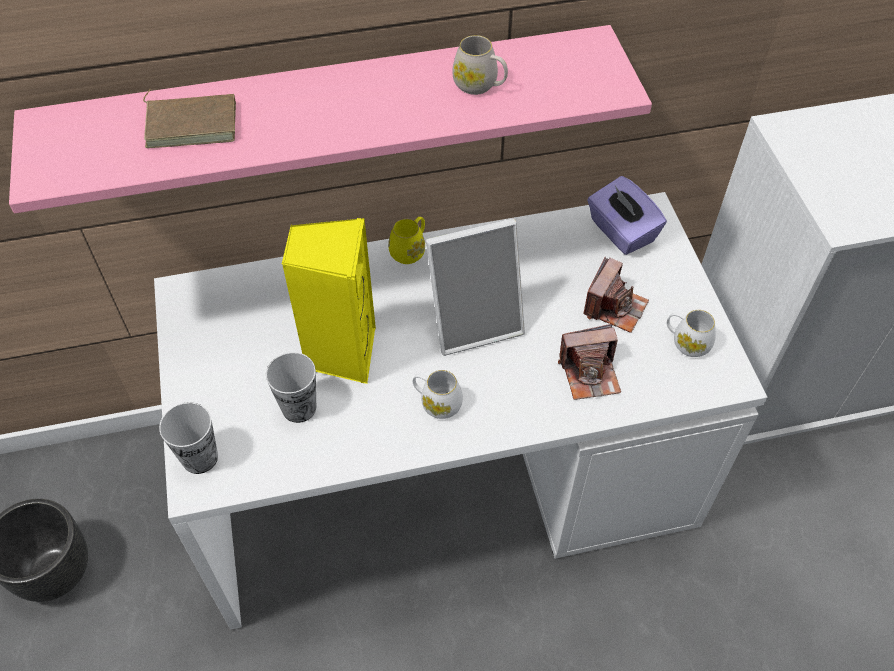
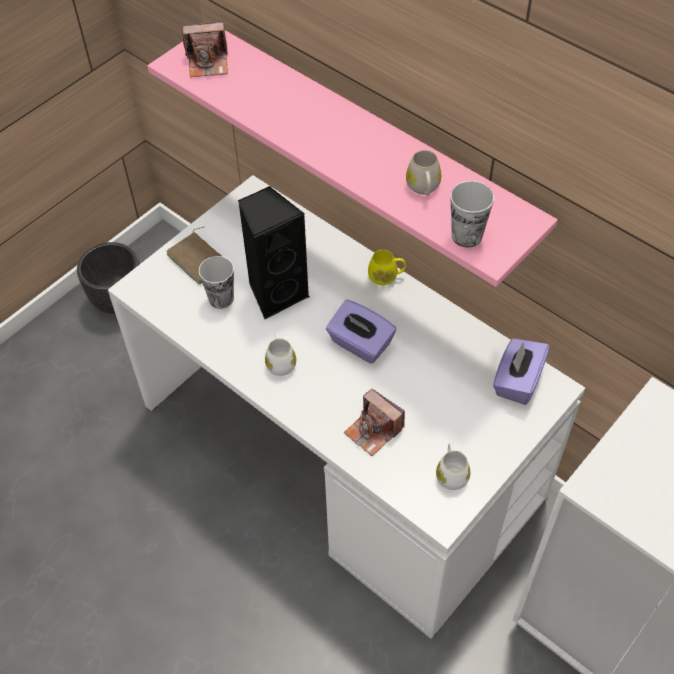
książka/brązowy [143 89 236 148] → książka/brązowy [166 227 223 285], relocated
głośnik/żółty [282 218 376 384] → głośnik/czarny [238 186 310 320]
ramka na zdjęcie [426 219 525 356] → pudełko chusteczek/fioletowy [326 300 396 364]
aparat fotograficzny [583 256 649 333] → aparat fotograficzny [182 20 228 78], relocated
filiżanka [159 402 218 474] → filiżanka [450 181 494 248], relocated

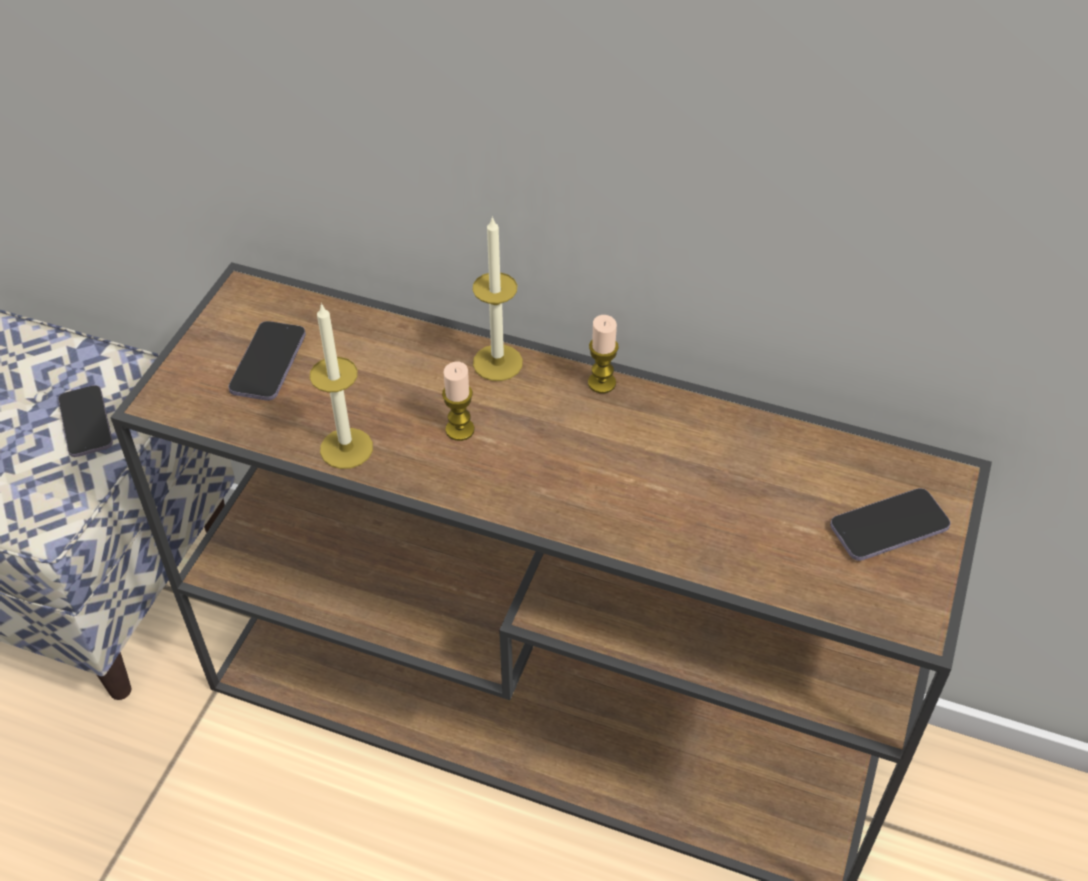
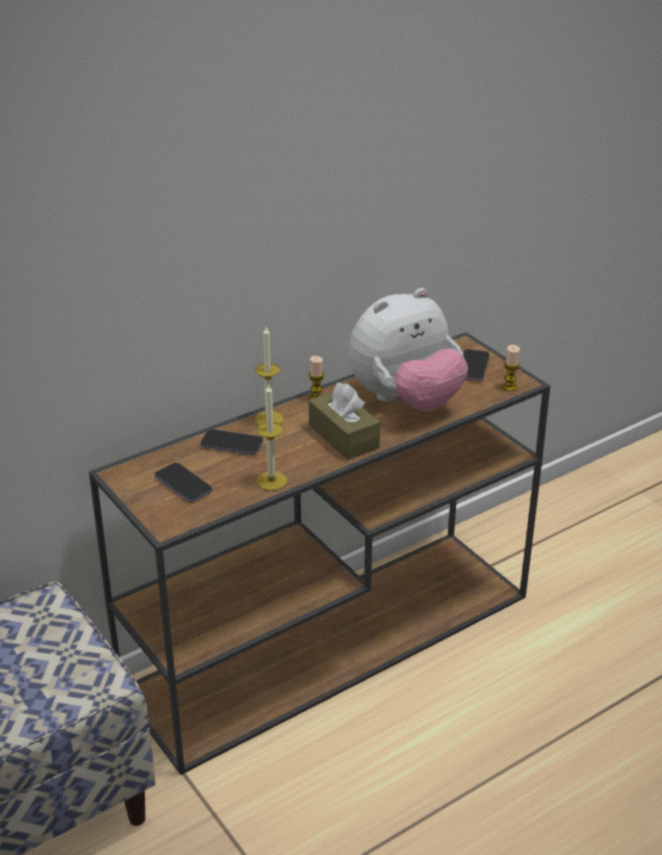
świeca [442 362 475 441] → świeca [502 345 520 391], relocated
telefon [58 385 113 457] → telefon [200 429 263 455], relocated
- → pluszak [349 288 468 411]
- → pudełko chusteczek/brązowy [309 382 380 460]

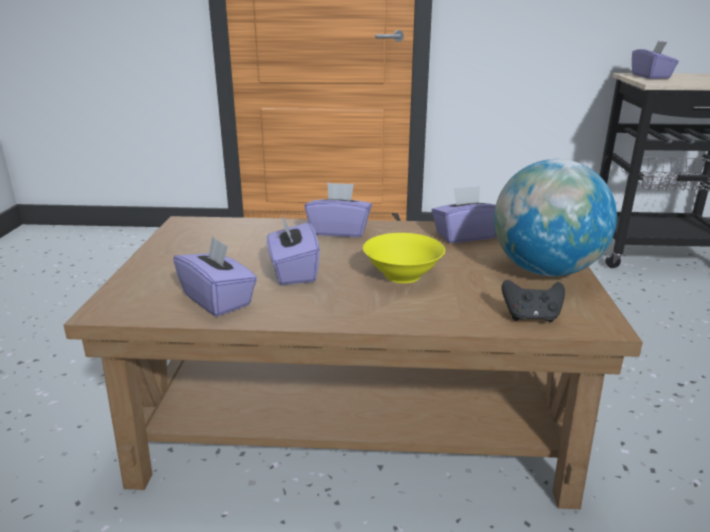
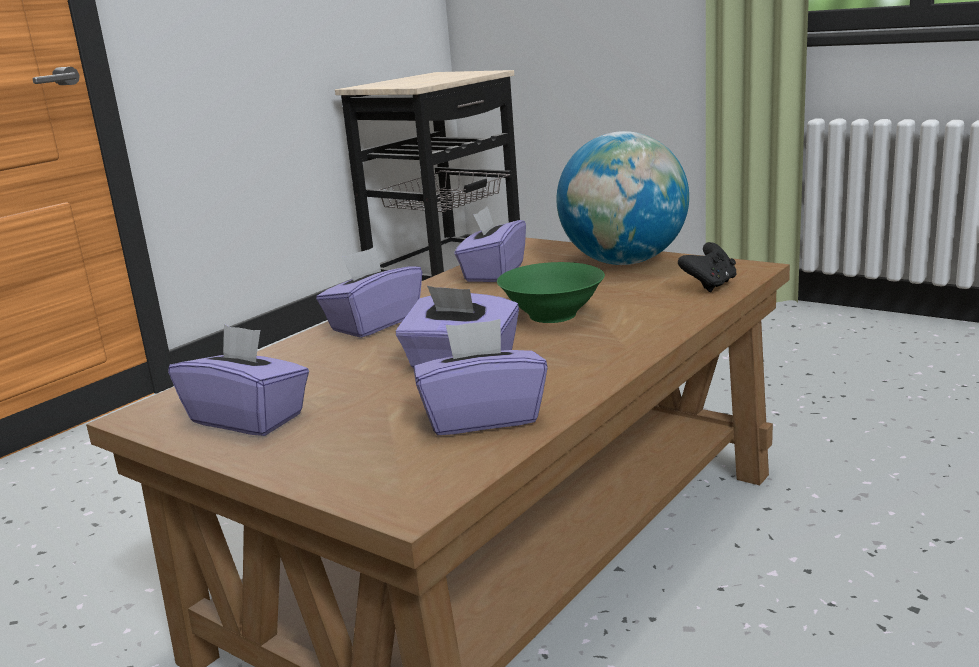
pudełko chusteczek/fioletowy [632 41 679 79] → pudełko chusteczek/fioletowy [168 324 309 436], relocated
miska/żółty [363 233 445 283] → miska/zielony [497 262 605 323]

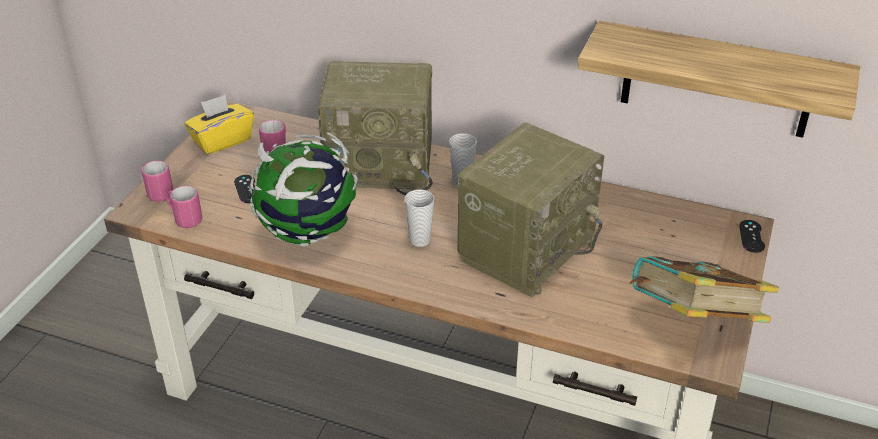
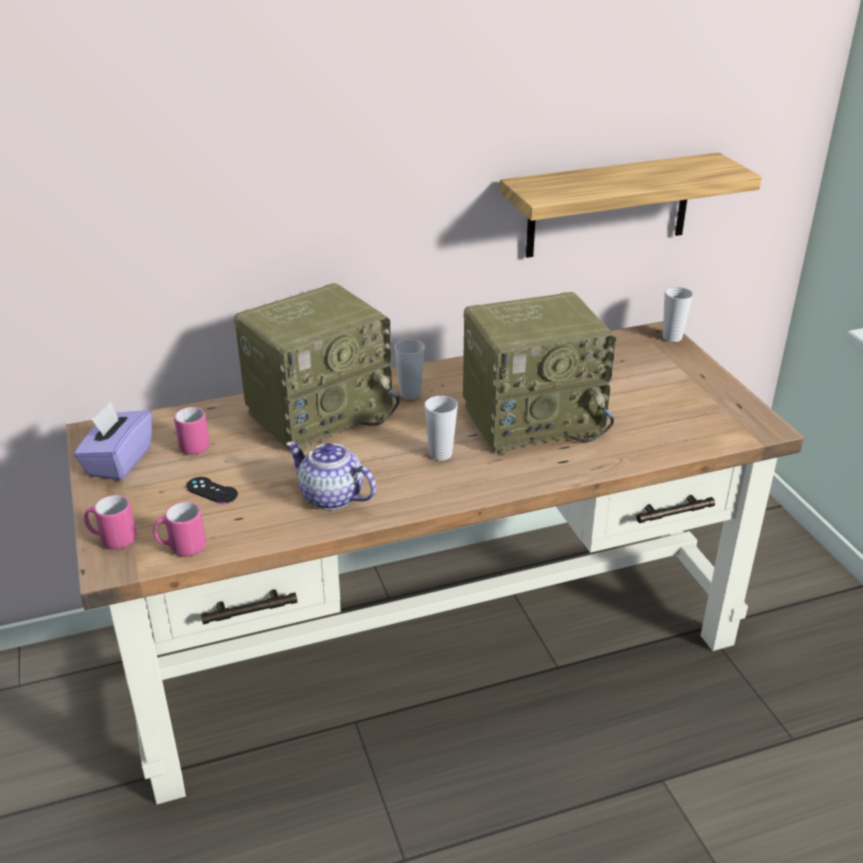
pudełko chusteczek/żółty [184 94 254 155] → pudełko chusteczek/fioletowy [74 401 152 481]
radio [458 123 604 297] → radio [463 292 616 454], 75 degrees clockwise
globus [249 132 357 246] → imbryk [286 441 376 510]
pad do gier/czarny [739 220 765 253] → filiżanka [663 287 693 342]
książka [630 256 779 323] → -

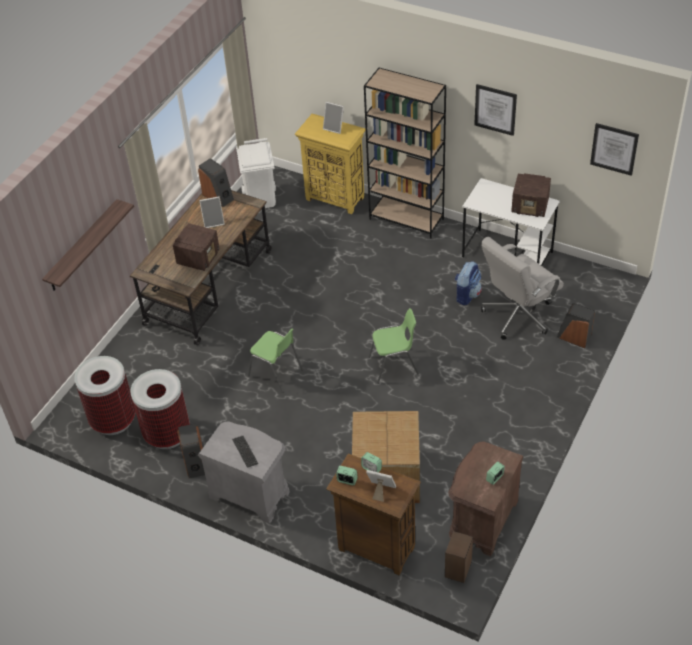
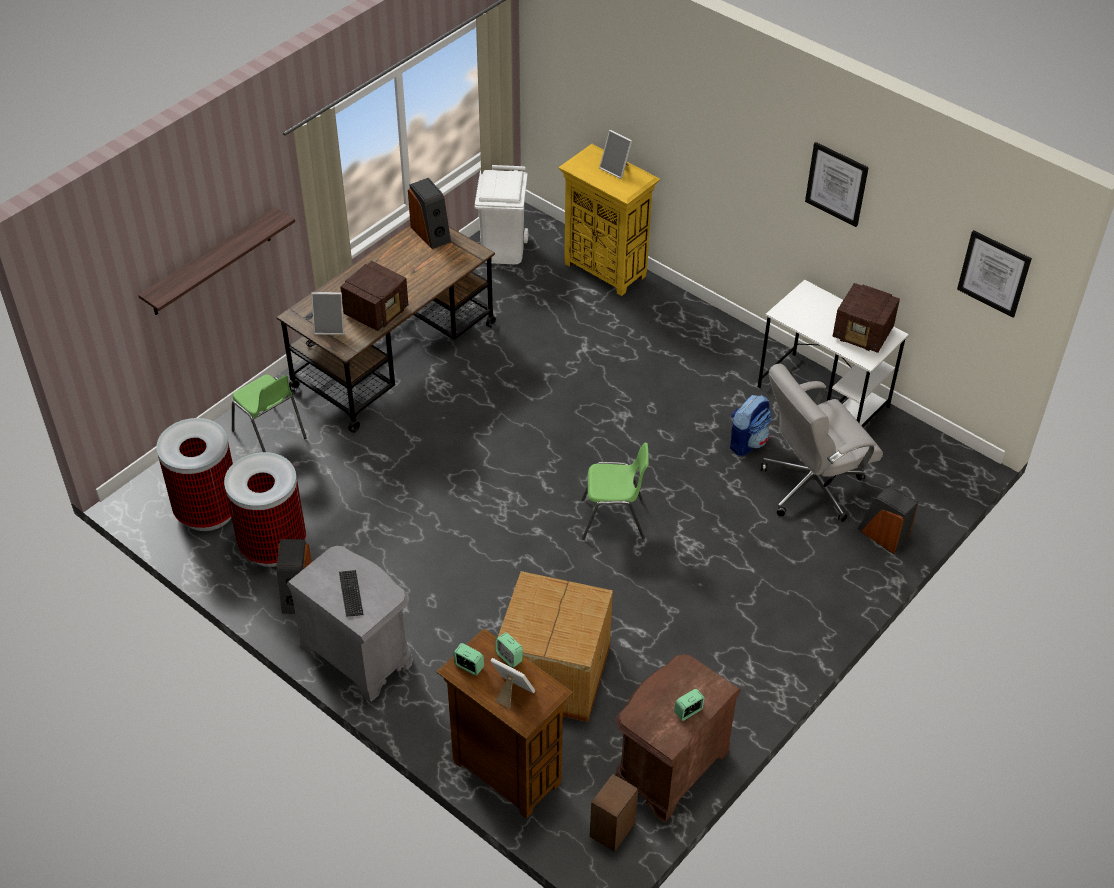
regał/beżowy [364 68 446 239] → -
ramka na zdjęcie [199 196 225 228] → ramka na zdjęcie [311 292 344 335], relocated
krzesło/zielony [248 329 303 393] → krzesło/zielony [232 375 307 452], relocated

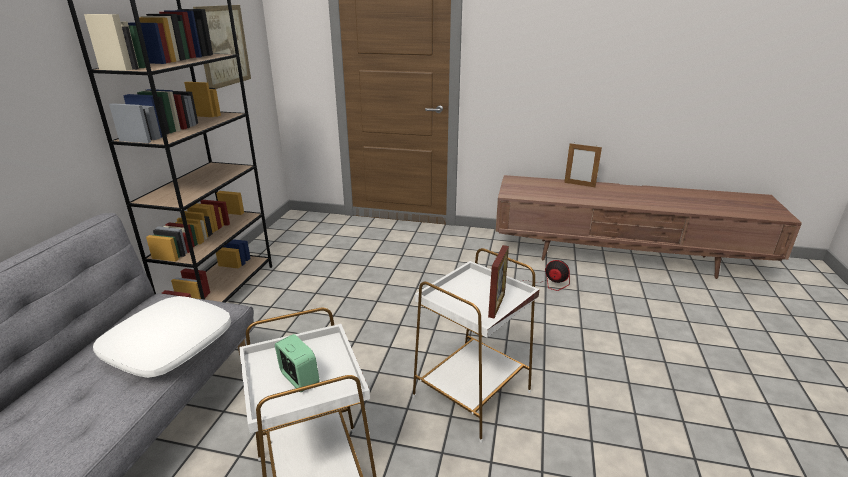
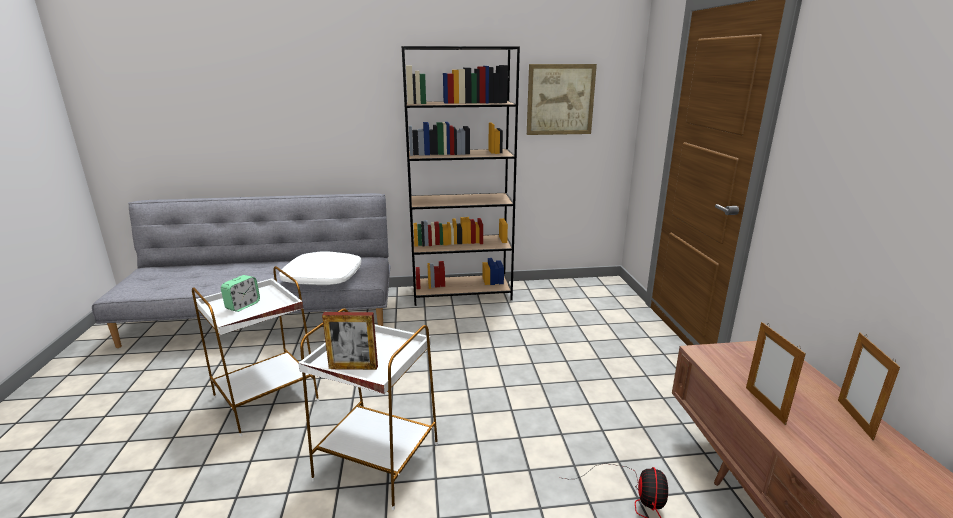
- → ramka na zdjęcie [746 322 806 425]

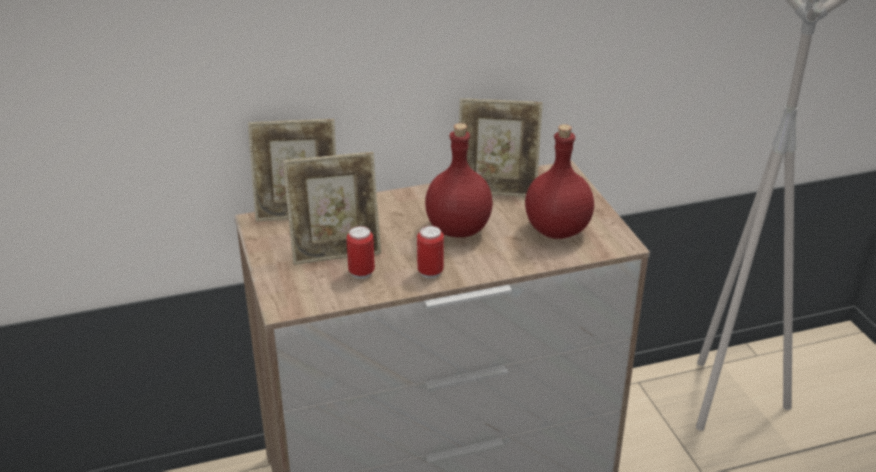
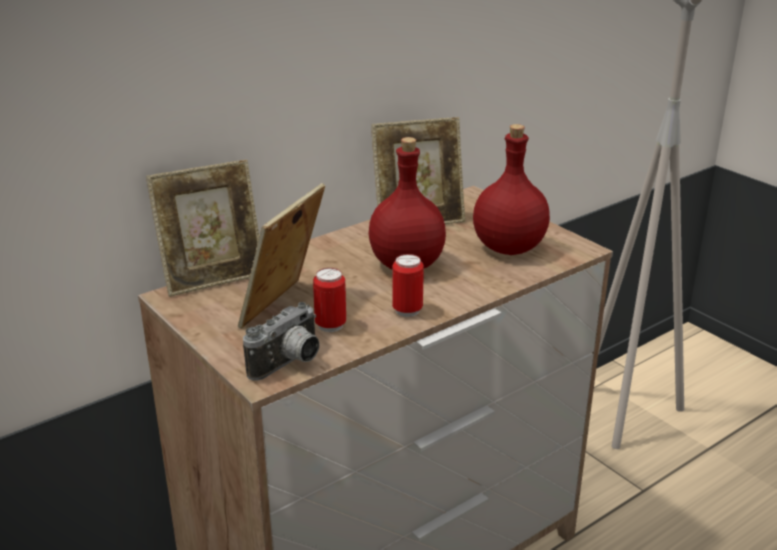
ramka na zdjęcie [283 152 381 265] → ramka na zdjęcie [238 183 325 329], 150 degrees clockwise
- → aparat fotograficzny [243 302 320 381]

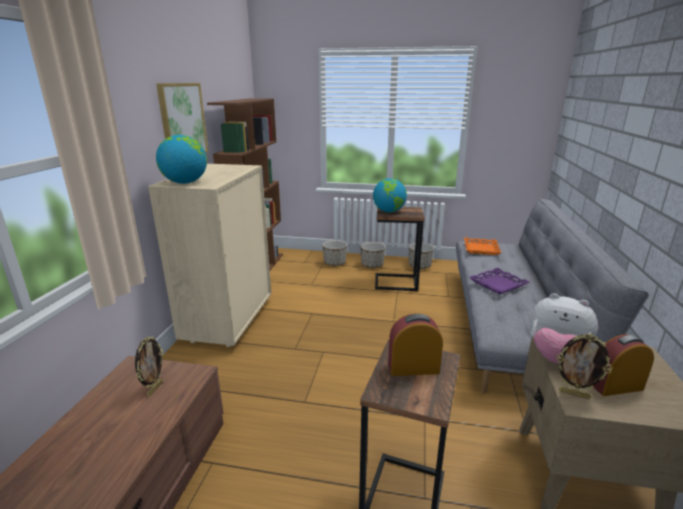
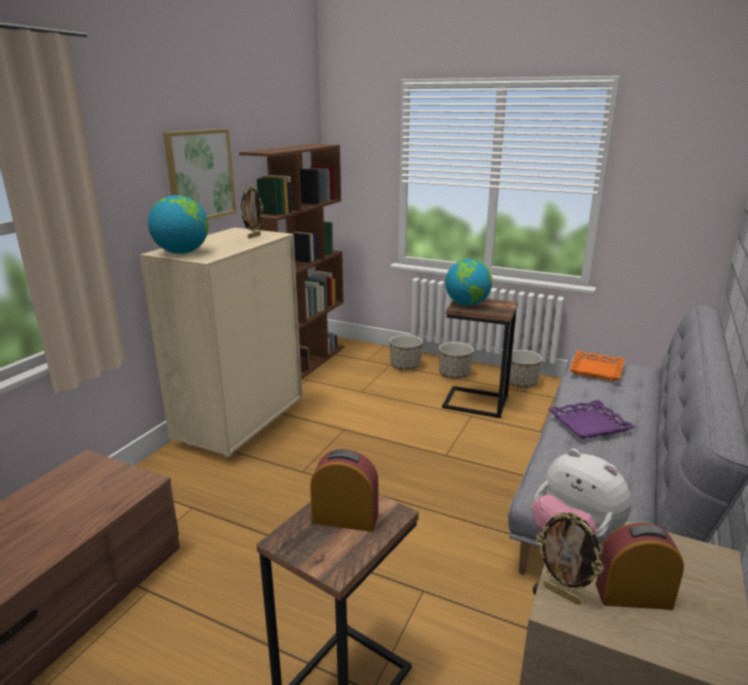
ramka na zdjęcie [135 336 164 396] → ramka na zdjęcie [241 185 264 238], relocated

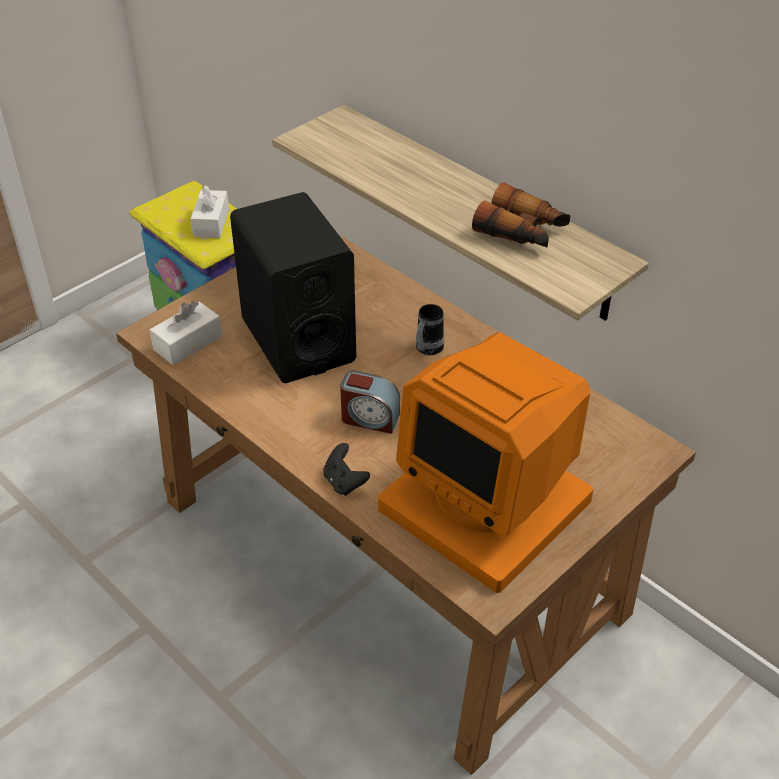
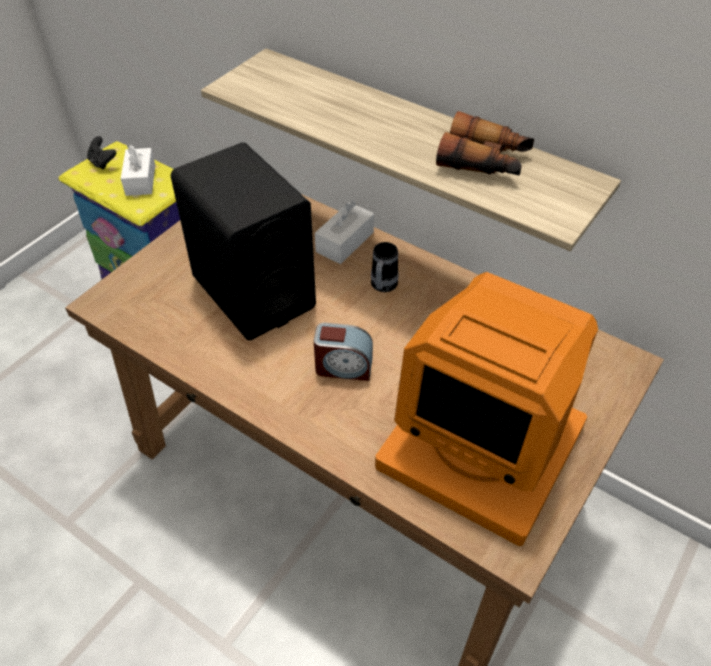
pudełko chusteczek/biały [149 300 222 365] → pudełko chusteczek/biały [315 201 374 264], relocated
pad do gier/czarny [323 443 370 496] → pad do gier/czarny [87 136 116 169], relocated

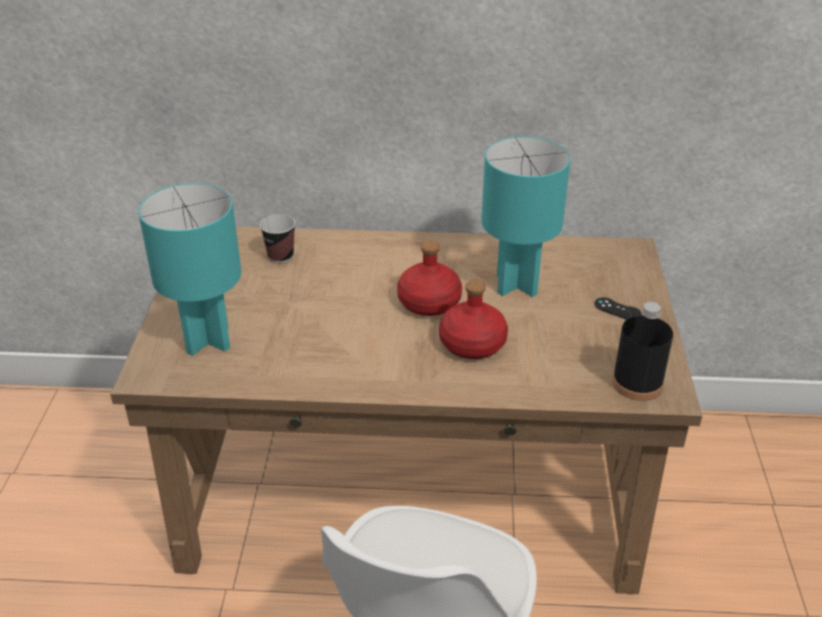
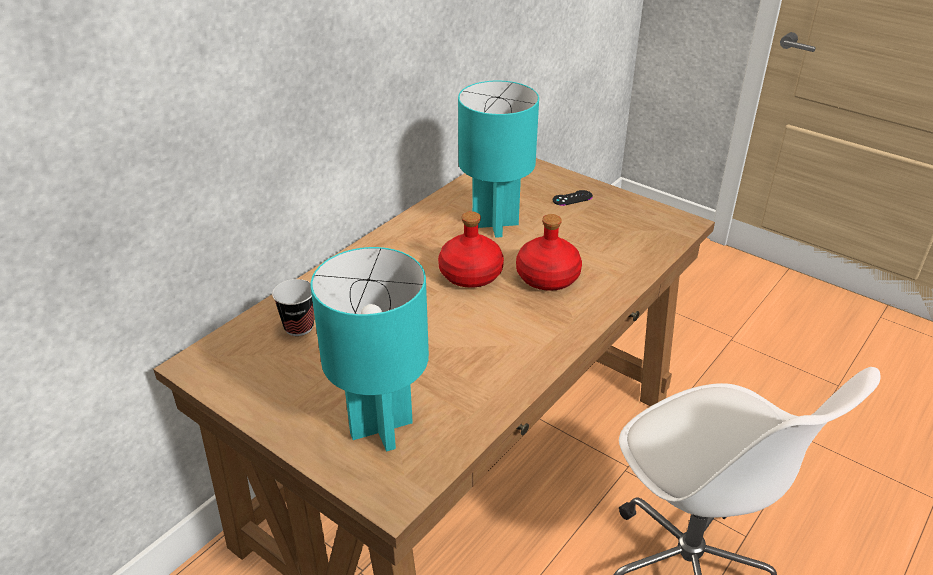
butelka/czarny [612 302 673 401] → -

